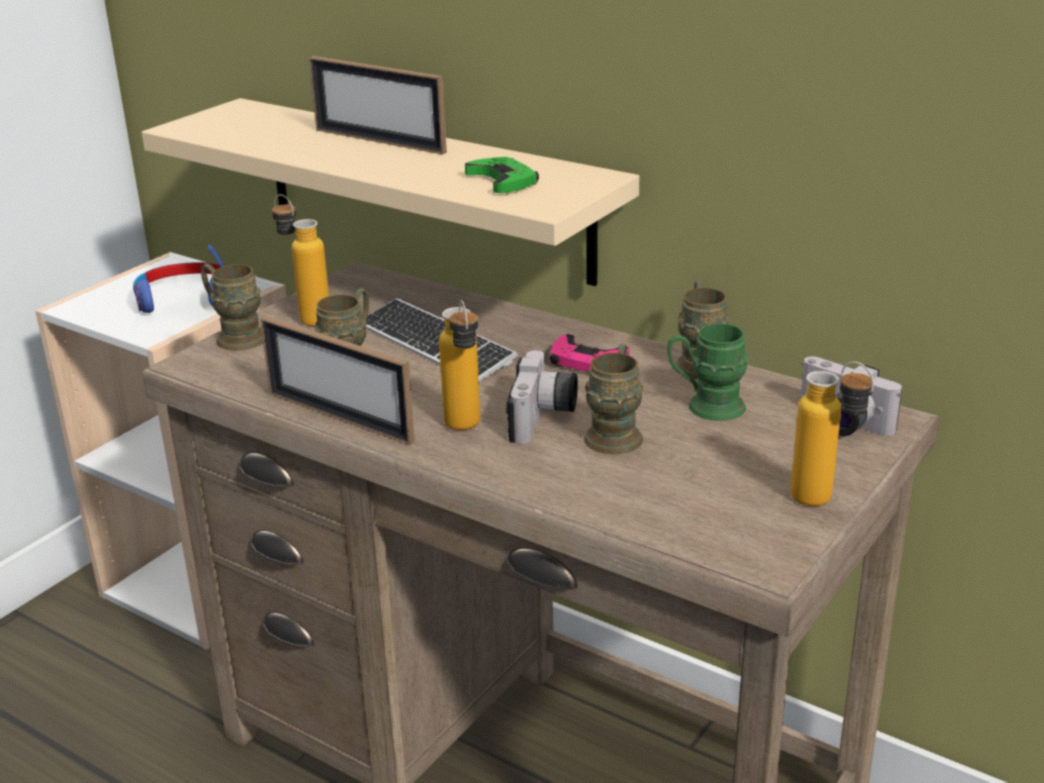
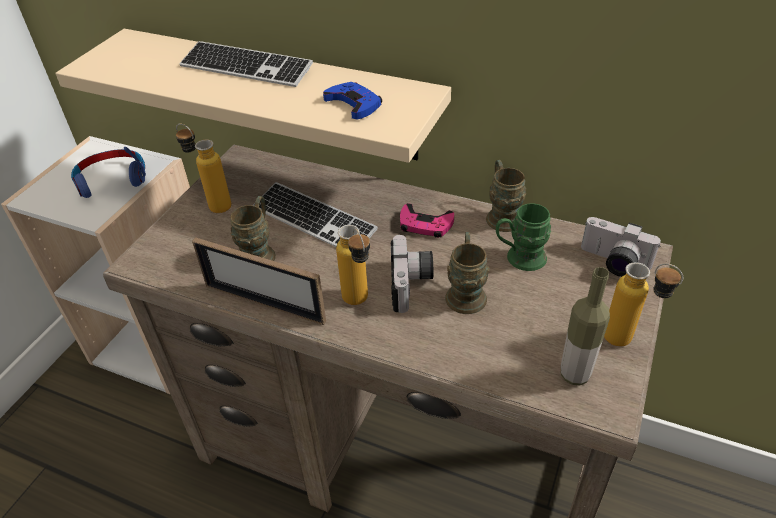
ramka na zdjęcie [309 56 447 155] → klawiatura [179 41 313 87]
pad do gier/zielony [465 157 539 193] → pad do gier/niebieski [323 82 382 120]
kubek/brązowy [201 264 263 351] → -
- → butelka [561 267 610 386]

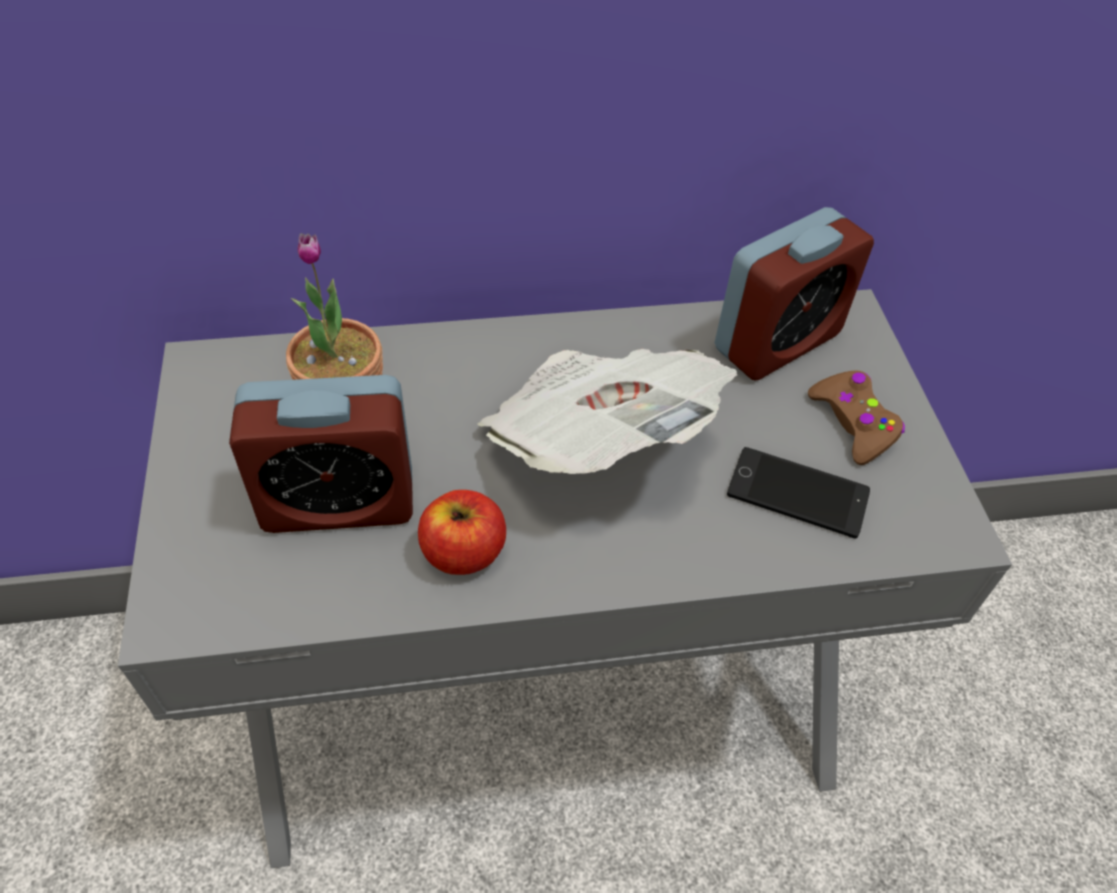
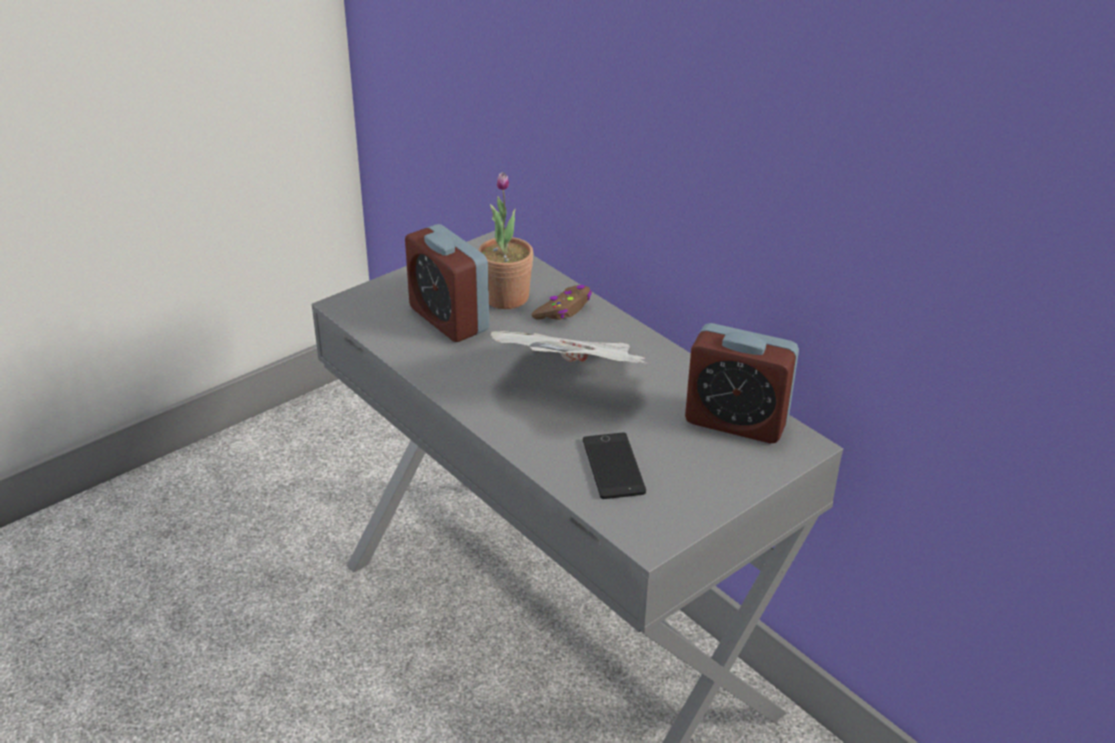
pad do gier/brązowy [808 370 905 465] → pad do gier/brązowy [531 285 592 320], relocated
jabłko [418 490 506 575] → -

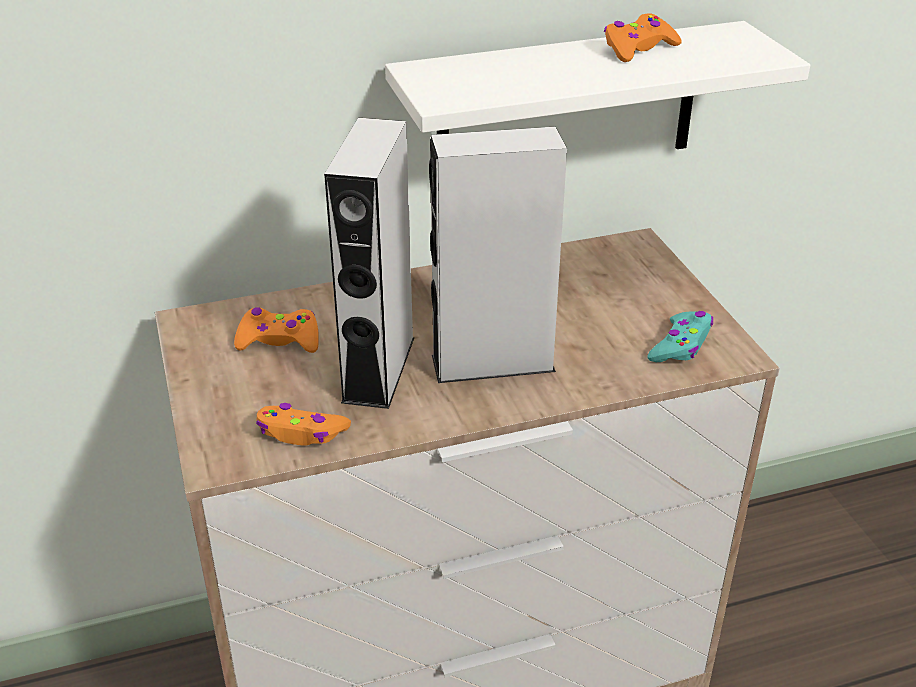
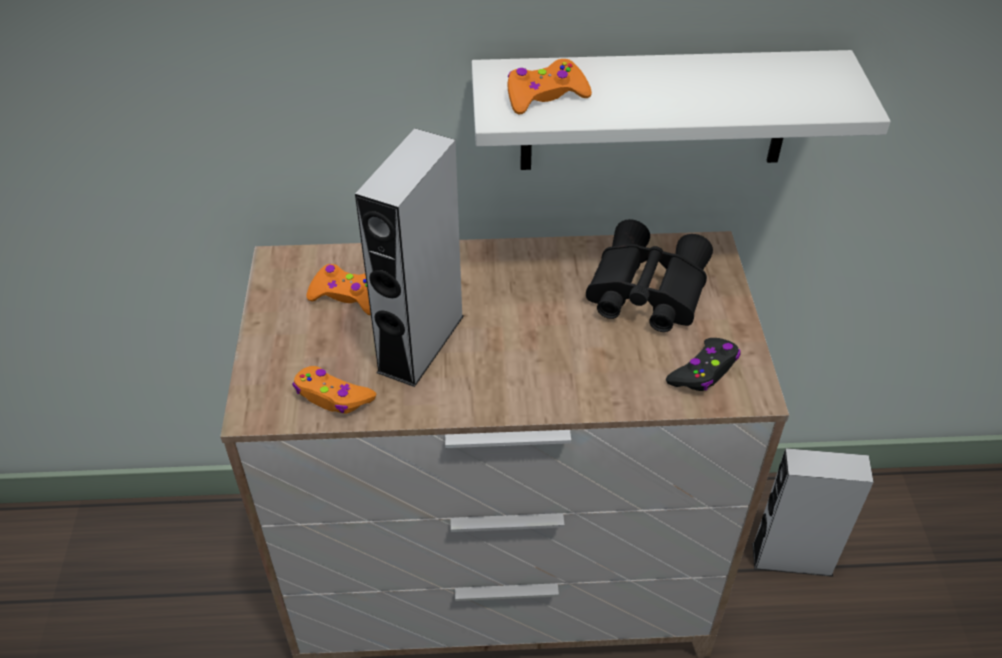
pad do gier/pomarańczowy [604 13 682 62] → pad do gier/pomarańczowy [507 59 592 114], relocated
głośnik/szary [429 126 567 383] → głośnik/szary [752 448 874 577], relocated
pad do gier/turkusowy [648 311 713 362] → pad do gier/czarny [666 338 741 391]
- → lornetka/czarny [586 219 713 332]

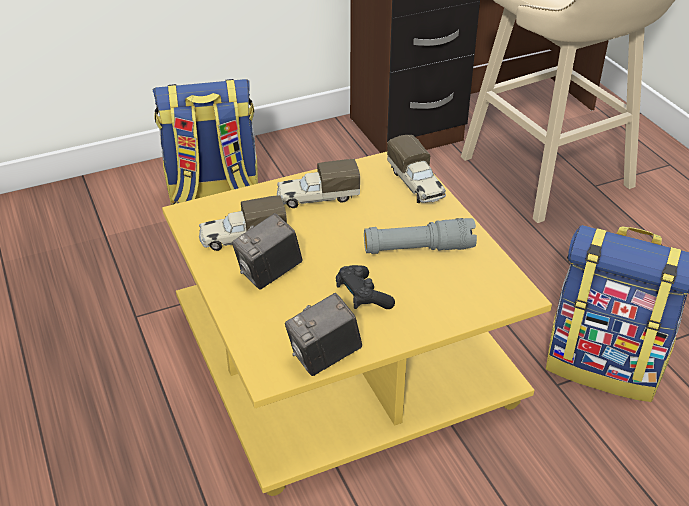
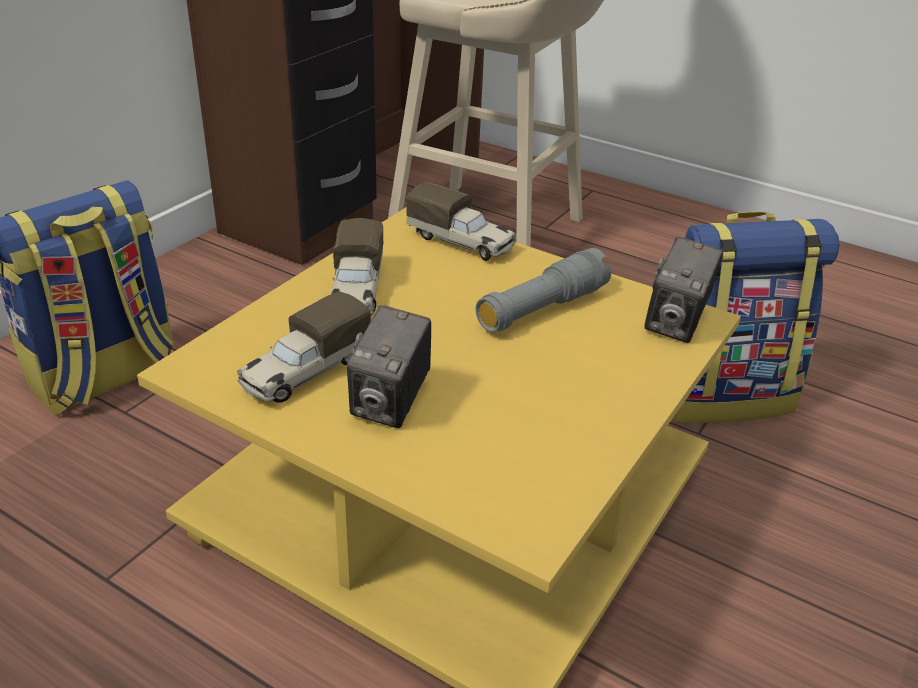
ciężarówka zabawkowa [277 159 360 208] → ciężarówka zabawkowa [331 218 384 315], 45 degrees counterclockwise
pad do gier/czarny [336 265 395 309] → -
aparat fotograficzny [285 293 362 376] → aparat fotograficzny [644 236 723 343], relocated

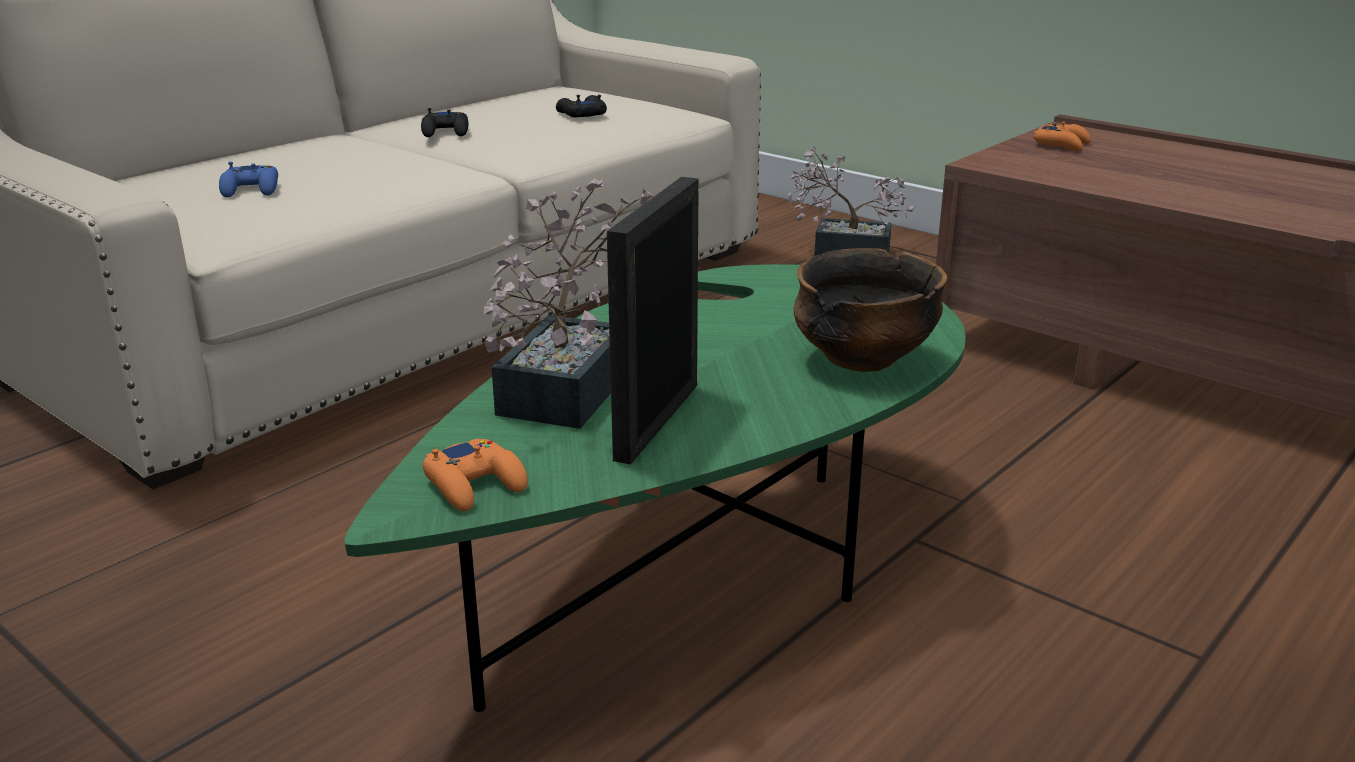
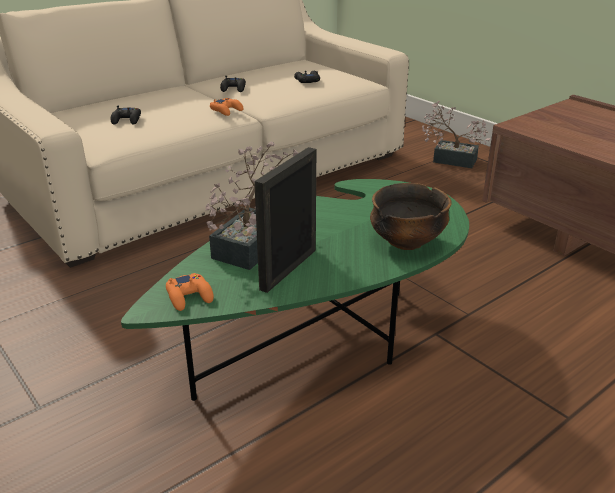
pad do gier/pomarańczowy [1033 122 1091 151] → pad do gier/pomarańczowy [210 98 243 116], relocated
pad do gier/niebieski [219 162 278 198] → pad do gier/czarny [111 106 141 125]

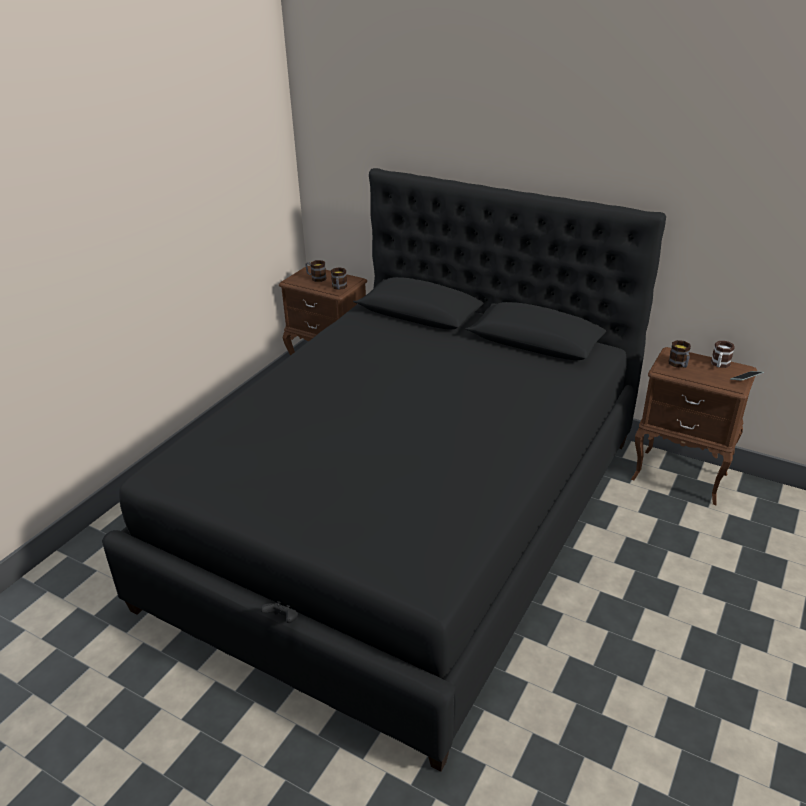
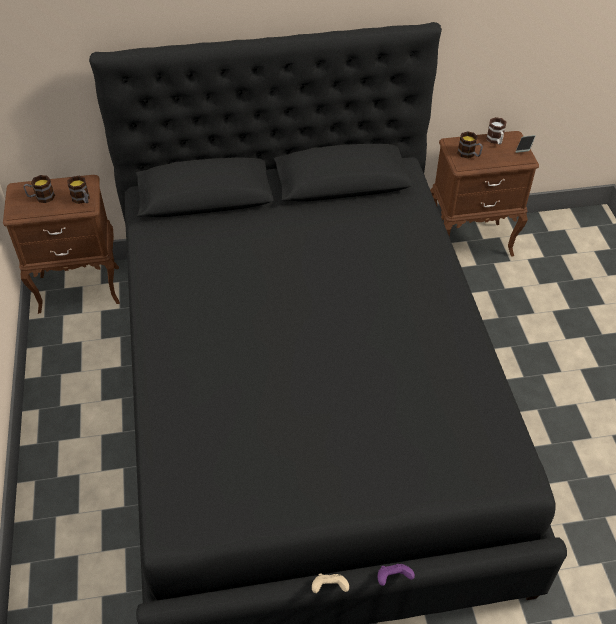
pad do gier/czarny [261 601 298 623] → pad do gier/fioletowy [378 564 415 586]
- → pad do gier/beżowy [312 573 349 593]

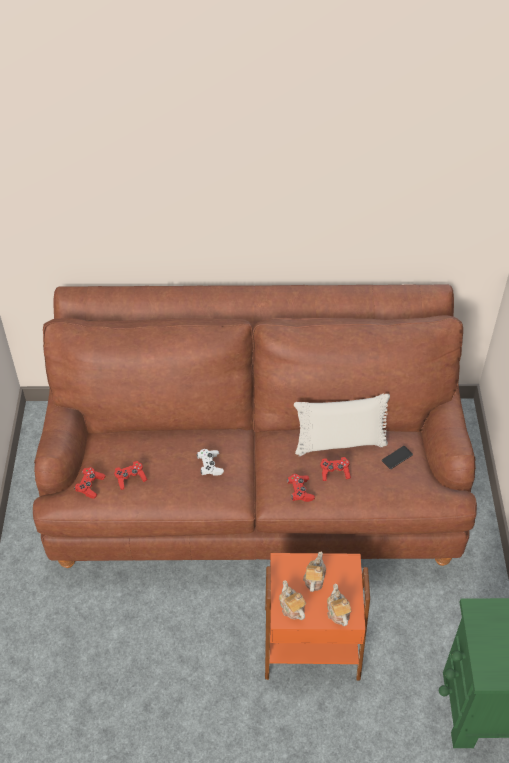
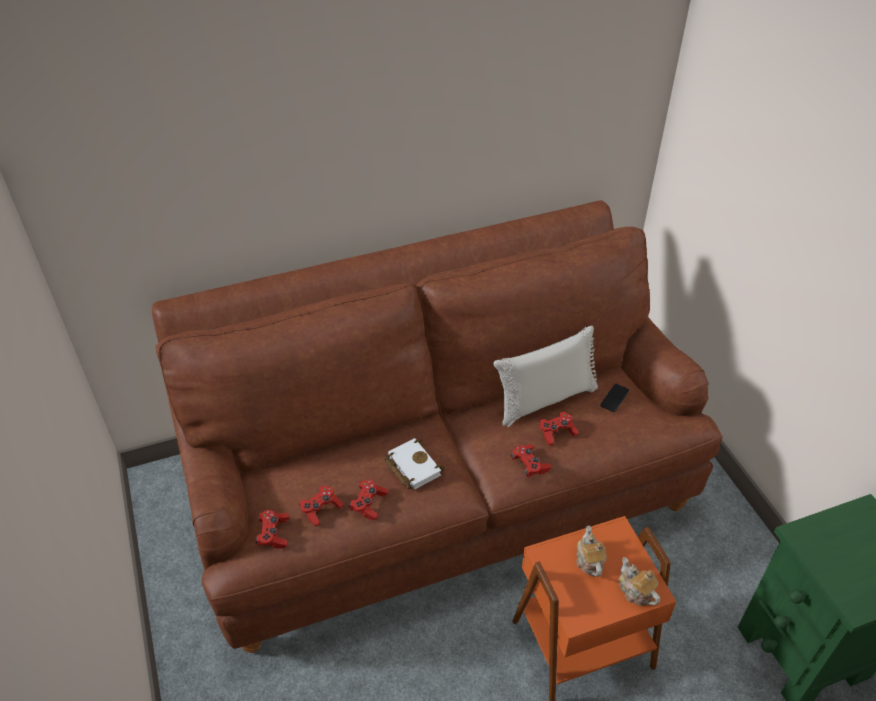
pad do gier/biały [196 449 224 476] → książka/biały [384 438 445 490]
imbryk [279 580 306 620] → -
- → pad do gier/czerwony [349 480 388 520]

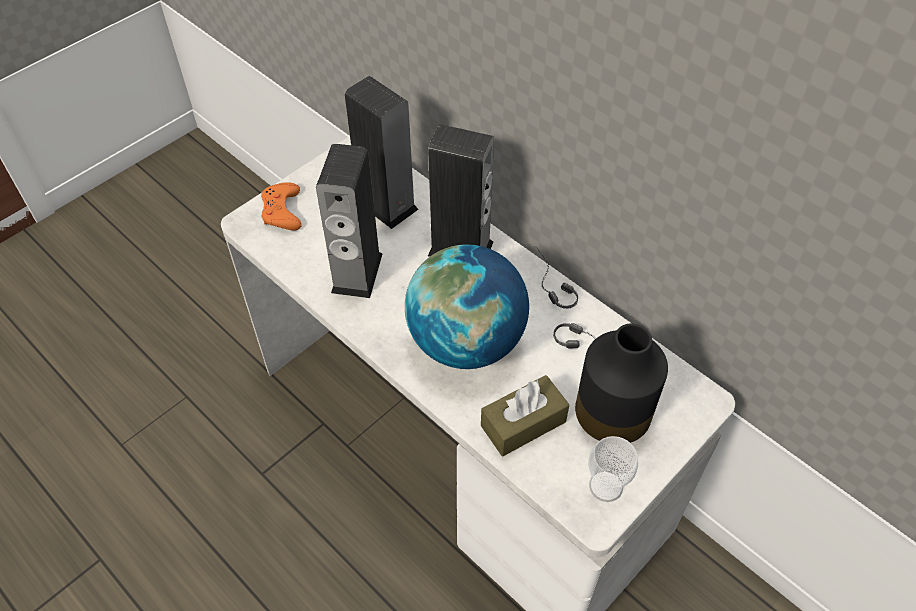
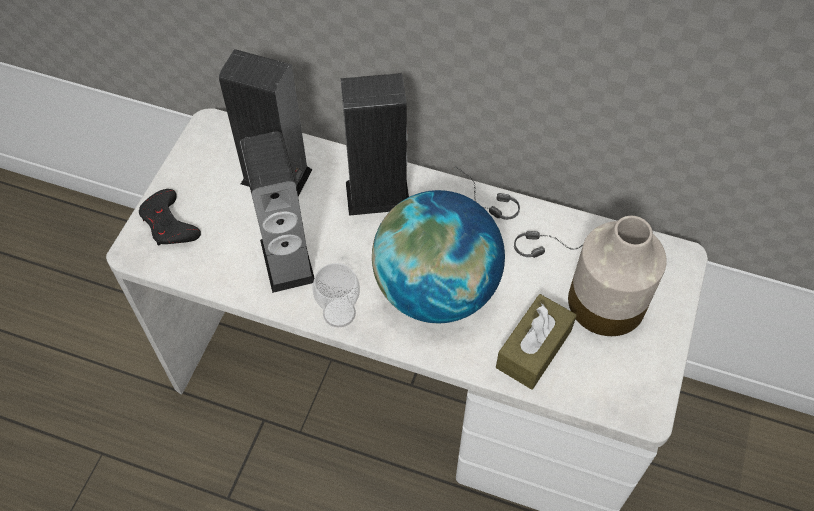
pad do gier/pomarańczowy [261 182 302 231] → pad do gier/czarny [139 189 201 246]
wazon/czarny [575 323 668 443] → wazon/beżowy [568 216 667 336]
filiżanka [588 436 638 502] → filiżanka [313 263 360 328], relocated

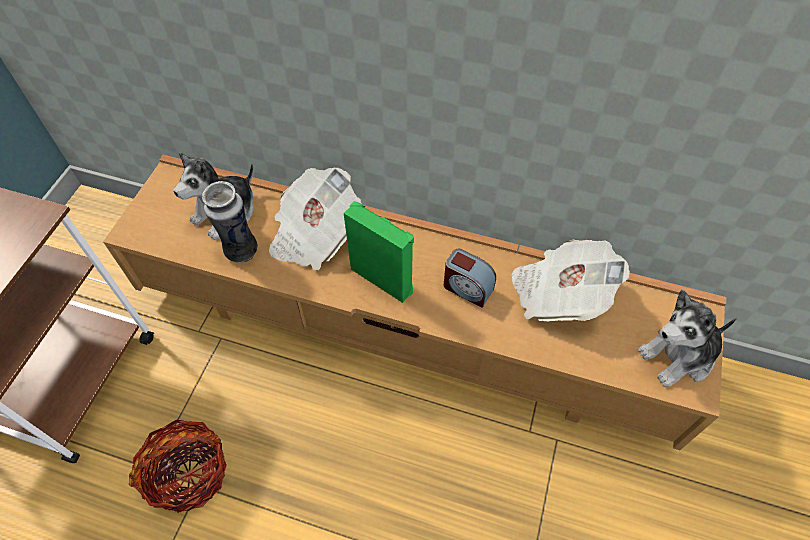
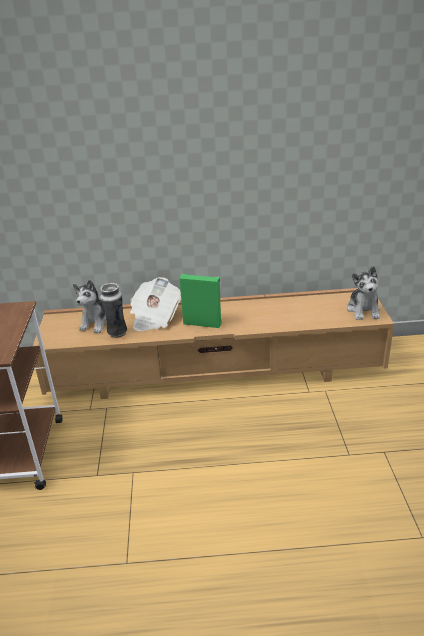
gazeta [511 240 630 321] → -
budzik [444 249 496 308] → -
pluszak [638 290 737 387] → pluszak [347 266 380 320], 45 degrees counterclockwise
koszyk [129 419 227 513] → -

